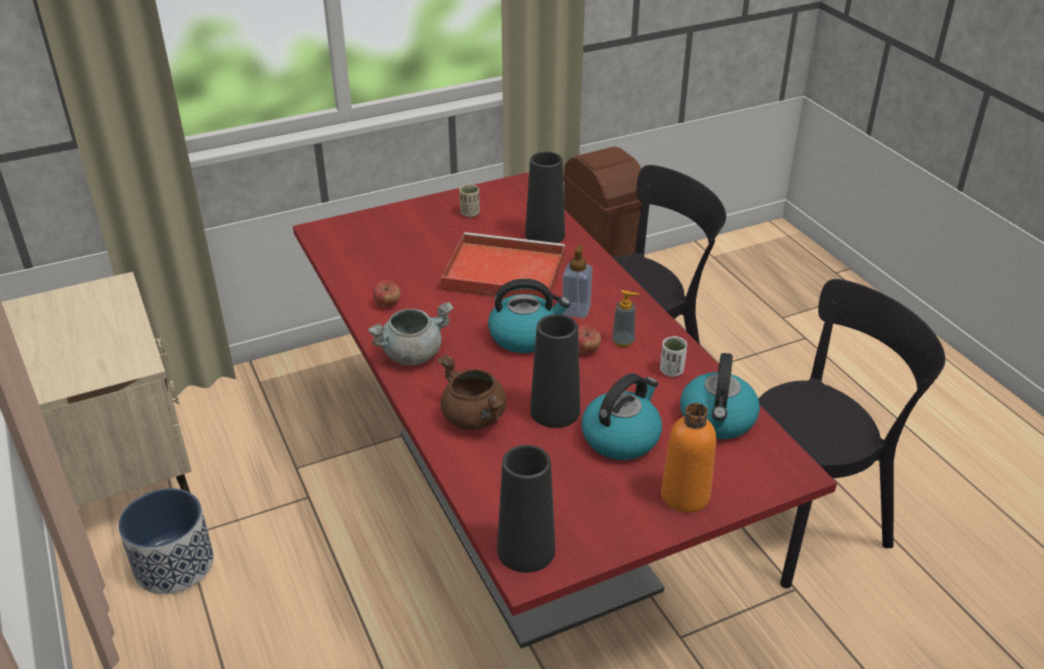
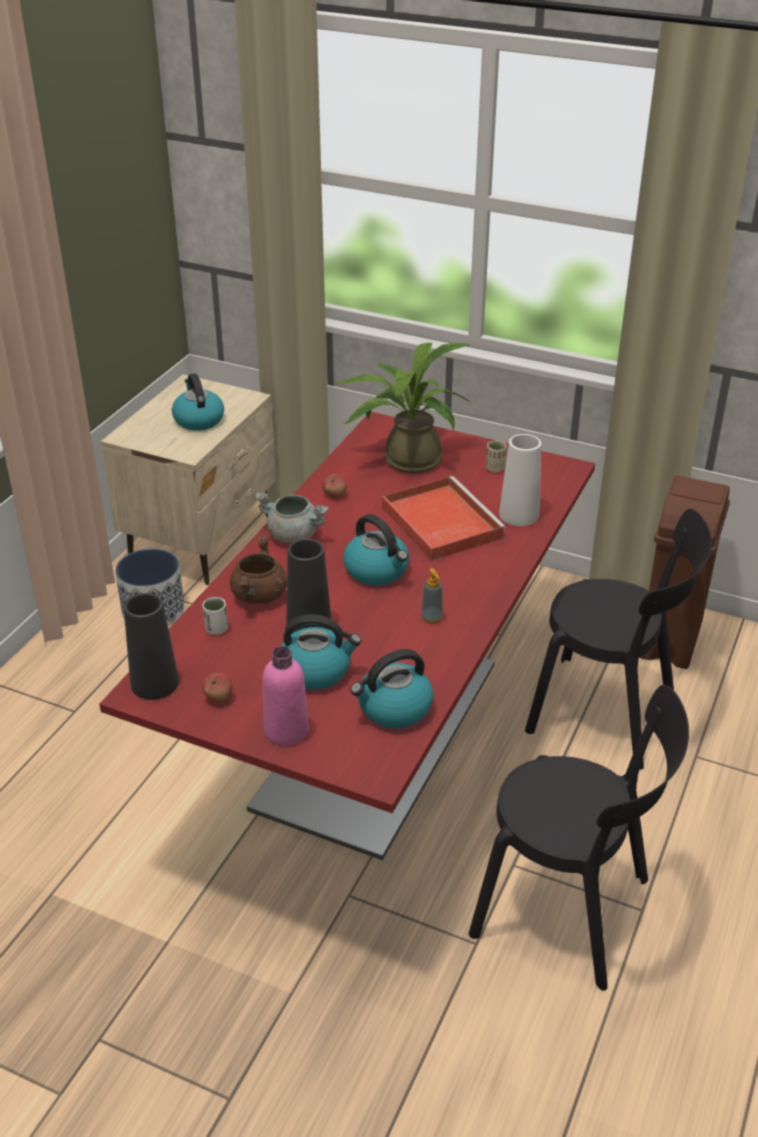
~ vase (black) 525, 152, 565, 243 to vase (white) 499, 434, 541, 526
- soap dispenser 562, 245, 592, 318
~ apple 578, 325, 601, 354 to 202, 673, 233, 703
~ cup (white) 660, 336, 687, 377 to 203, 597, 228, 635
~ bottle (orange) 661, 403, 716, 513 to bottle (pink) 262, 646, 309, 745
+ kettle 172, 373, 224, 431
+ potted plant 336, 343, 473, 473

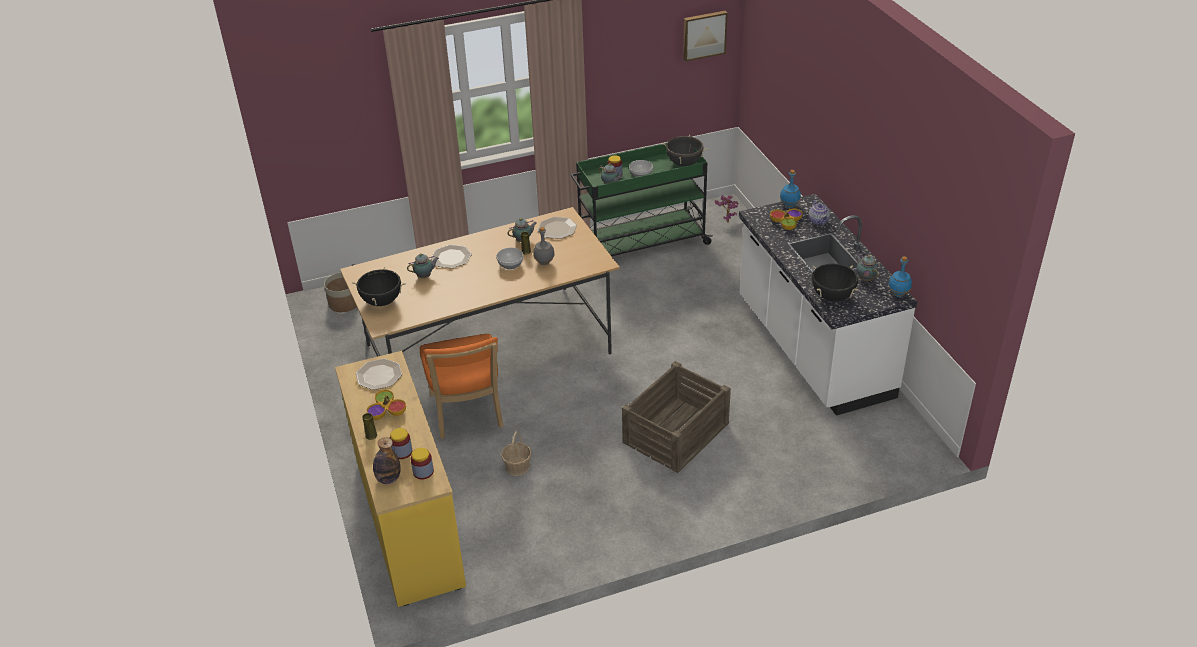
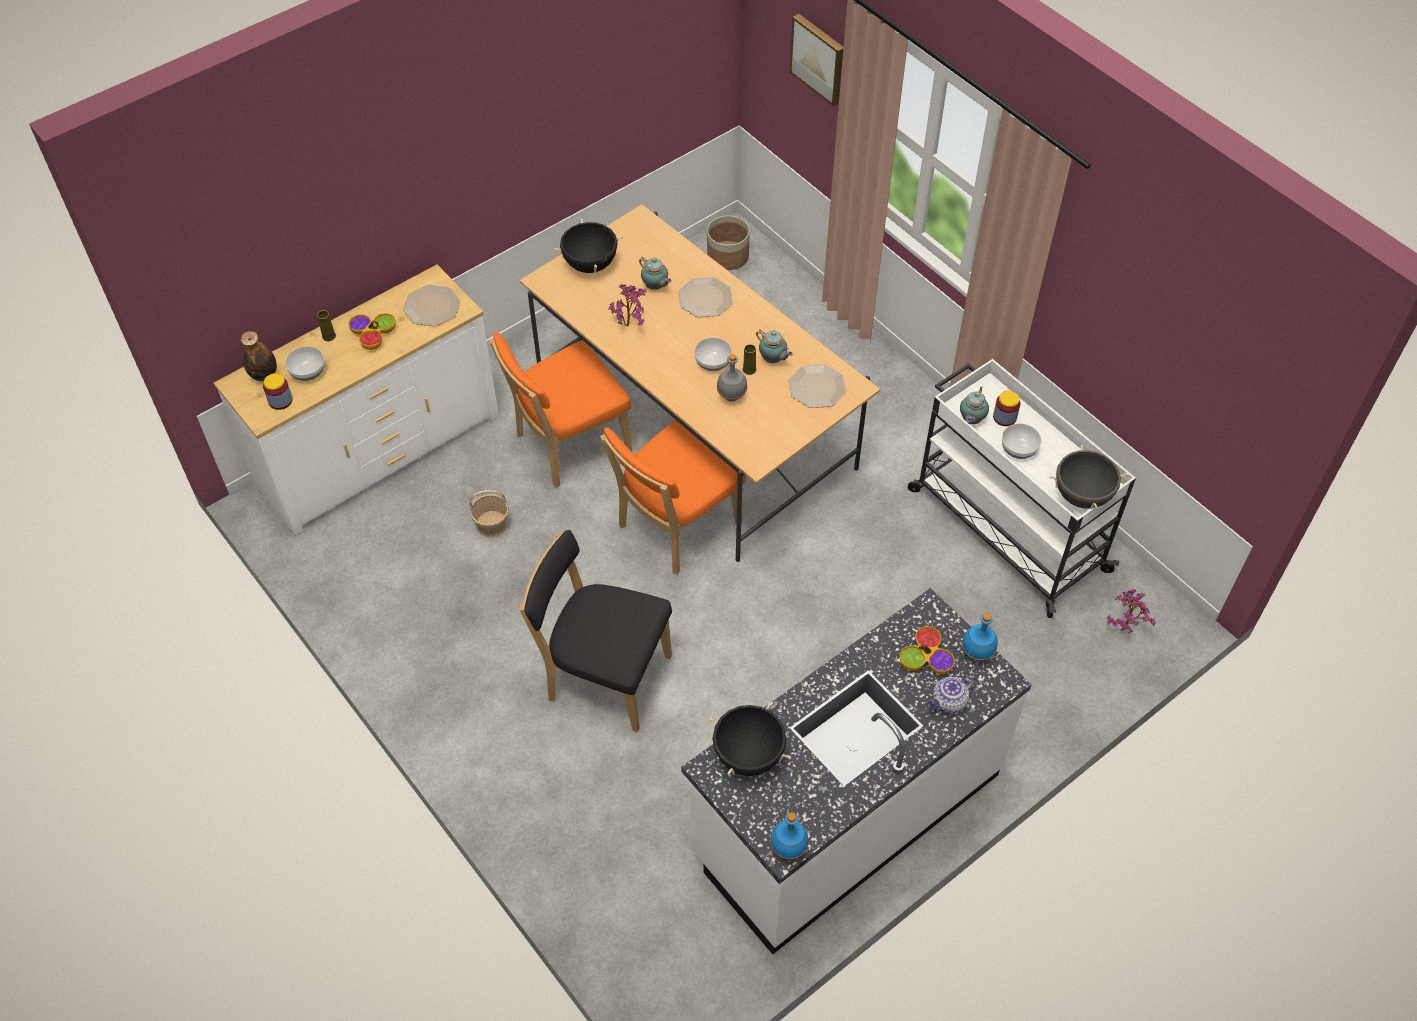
~ dresser (yellow) 335, 351, 466, 607 to dresser (white) 214, 265, 499, 536
~ jar 390, 428, 412, 459 to bowl 285, 346, 325, 381
~ cart (green) 571, 143, 713, 256 to cart (white) 908, 359, 1136, 618
~ crate 622, 361, 731, 473 to chair (black) 519, 530, 672, 732
~ picture 683, 11, 727, 62 to 790, 14, 843, 106
- teapot 856, 255, 879, 281
+ chair (orange) 600, 420, 746, 575
+ potted plant 608, 284, 647, 326

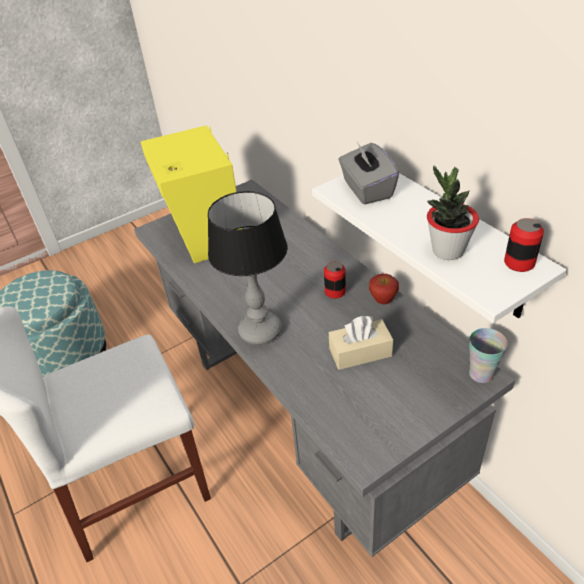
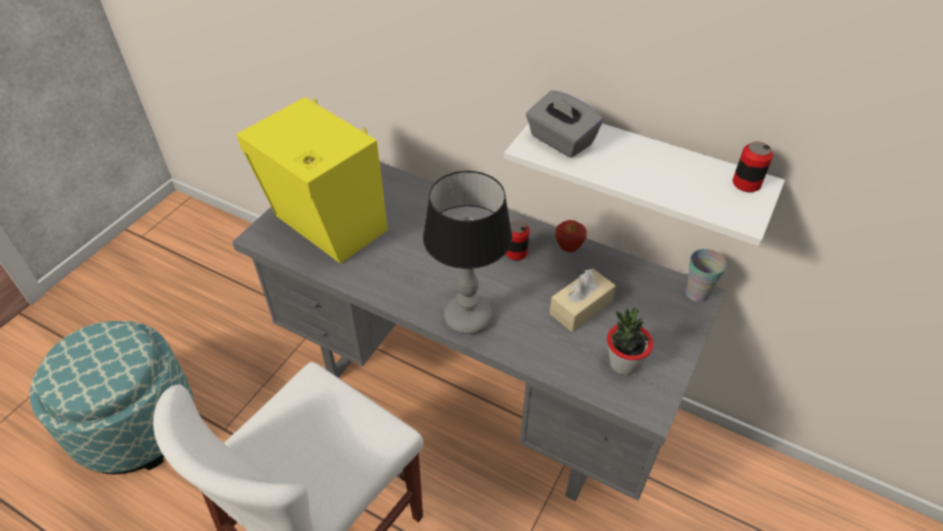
~ potted plant 427, 166, 479, 260 to 607, 307, 654, 375

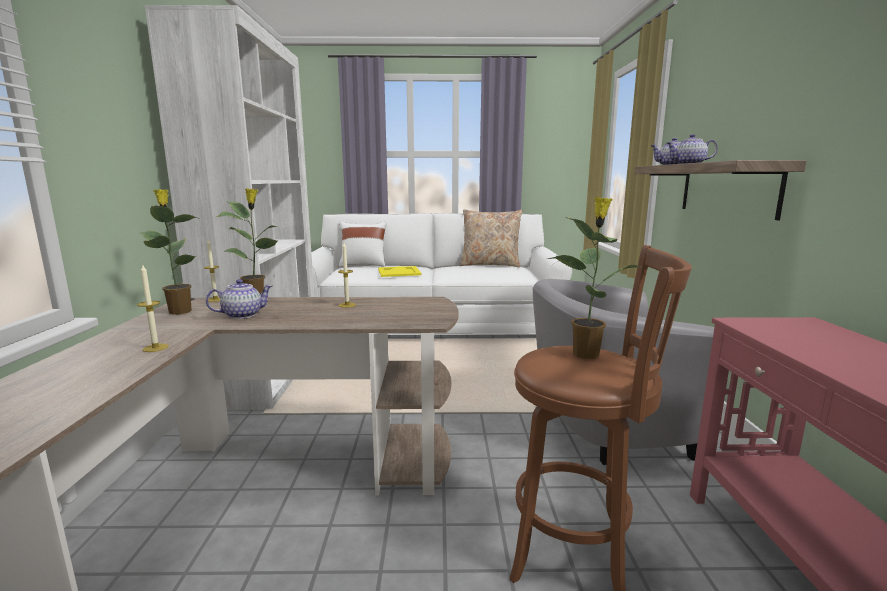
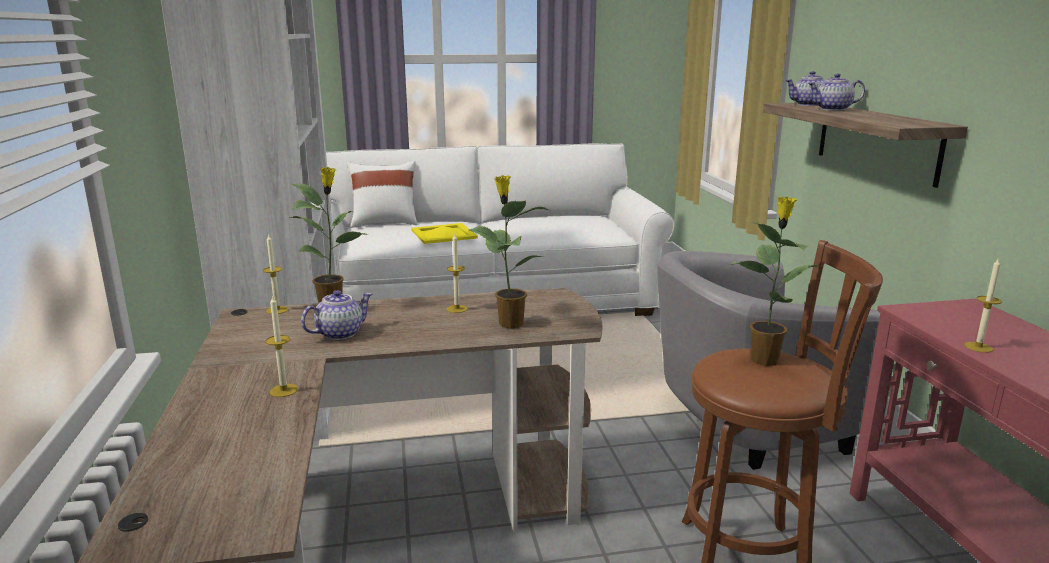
~ potted plant 140, 189, 201, 315 to 469, 175, 549, 329
- pillow (beige) 460, 209, 522, 267
+ candle 964, 257, 1002, 353

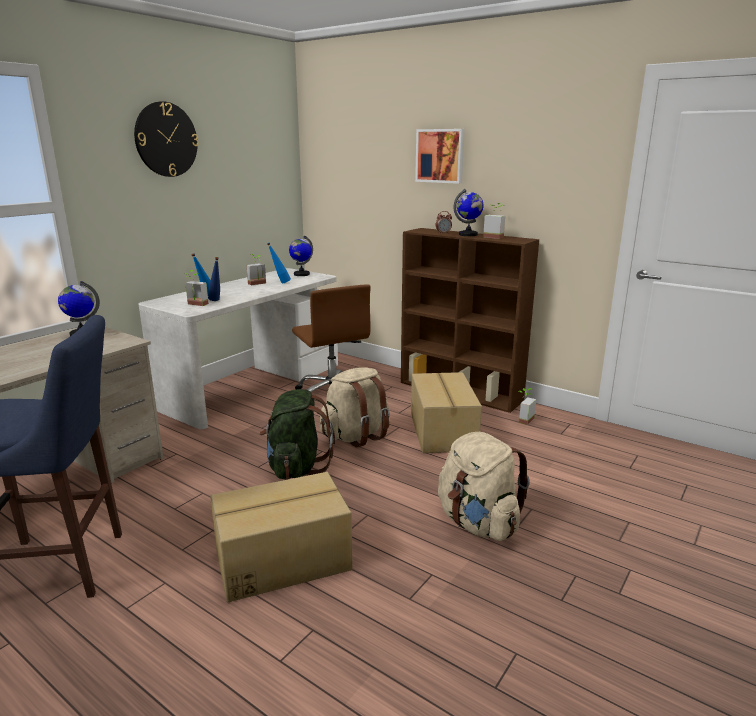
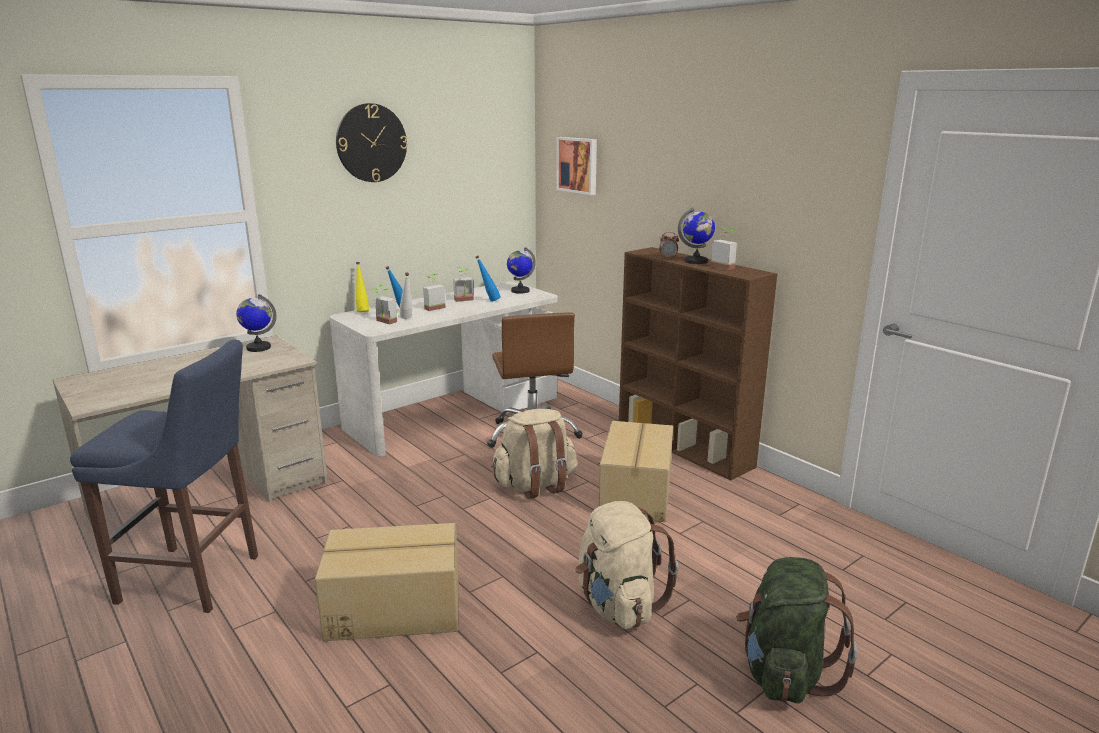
~ bottle (blue) 208, 257, 220, 301 to bottle (white) 400, 273, 412, 319
~ backpack (green) 259, 389, 335, 479 to 736, 557, 857, 703
~ picture 415, 129, 465, 184 to 556, 137, 597, 195
~ potted plant 519, 388, 536, 425 to 423, 273, 446, 311
+ bottle (yellow) 356, 262, 369, 312

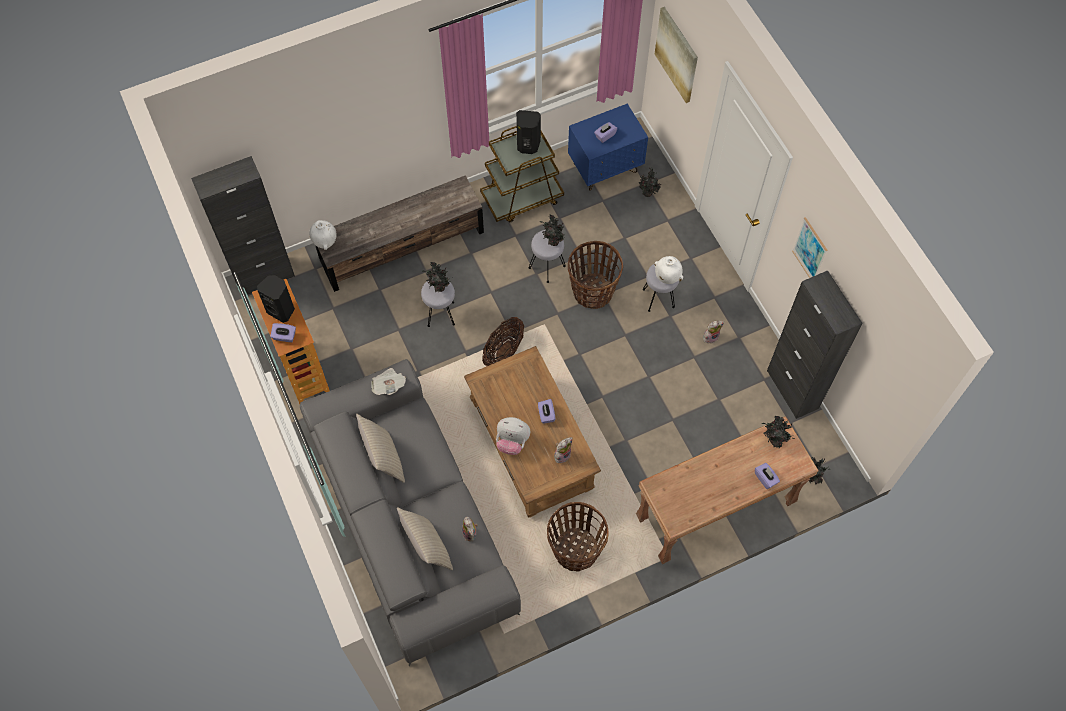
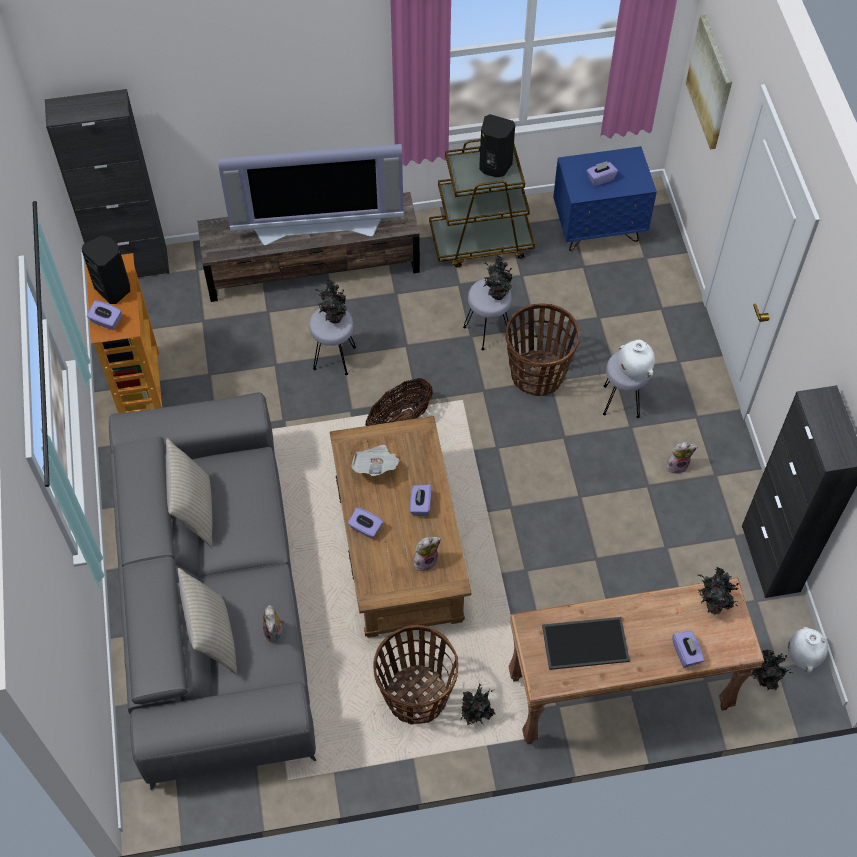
~ vase (white) 310, 220, 336, 250 to 788, 627, 828, 673
~ newspaper 371, 368, 406, 395 to 351, 445, 400, 476
~ plush toy 496, 417, 530, 455 to tissue box (purple) 348, 507, 383, 539
~ potted plant 639, 167, 661, 197 to 460, 683, 495, 725
- picture 792, 217, 827, 278
+ television 218, 144, 404, 246
+ tray 542, 617, 630, 670

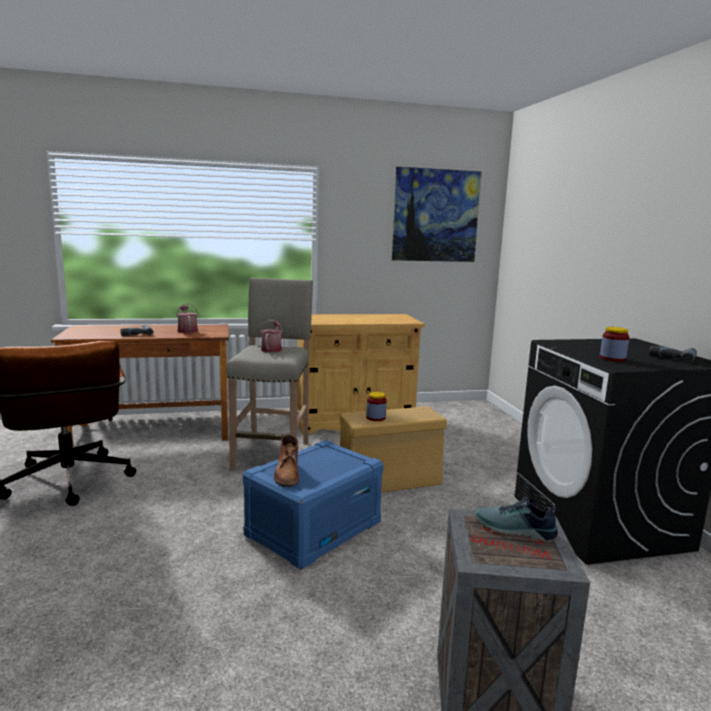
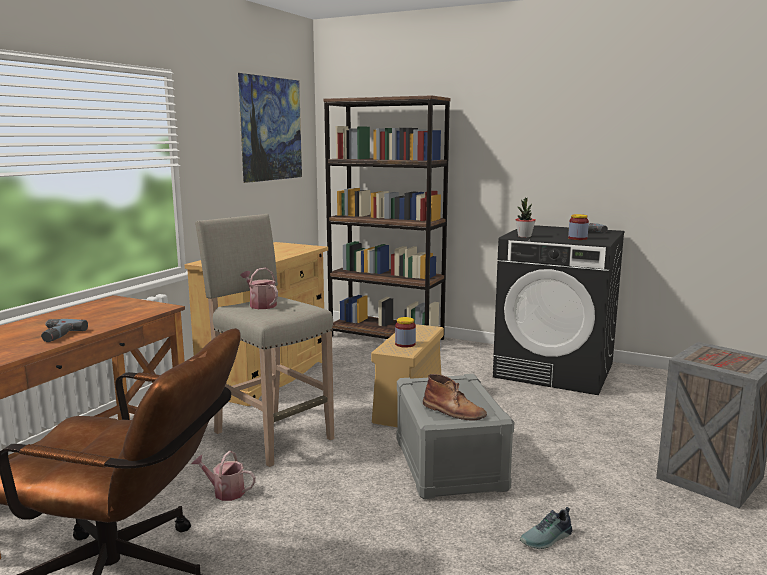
~ watering can 176, 304, 198, 333 to 191, 451, 256, 501
~ storage box (blue) 243, 440, 383, 570 to storage box (grey) 397, 374, 514, 499
~ shoe 476, 497, 558, 540 to 520, 507, 572, 549
+ bookcase (brown) 323, 95, 451, 340
+ potted plant 515, 197, 536, 238

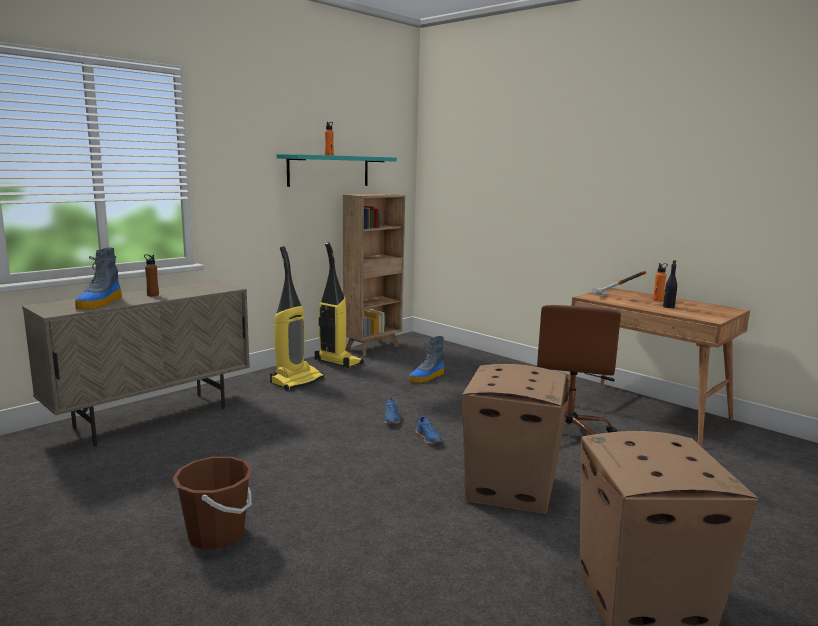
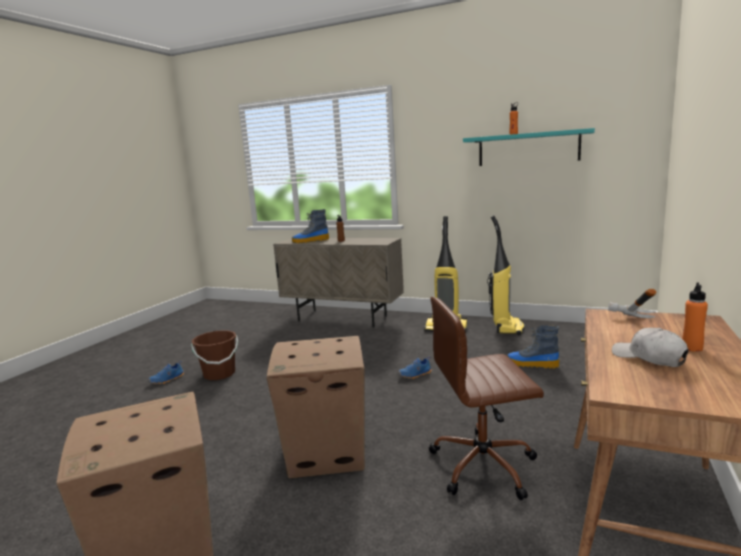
- bookcase (brown) 343, 194, 405, 356
~ shoe (blue) 416, 414, 441, 444 to 148, 361, 184, 384
~ bottle (black) 663, 260, 677, 308 to cap (white) 612, 328, 689, 367

